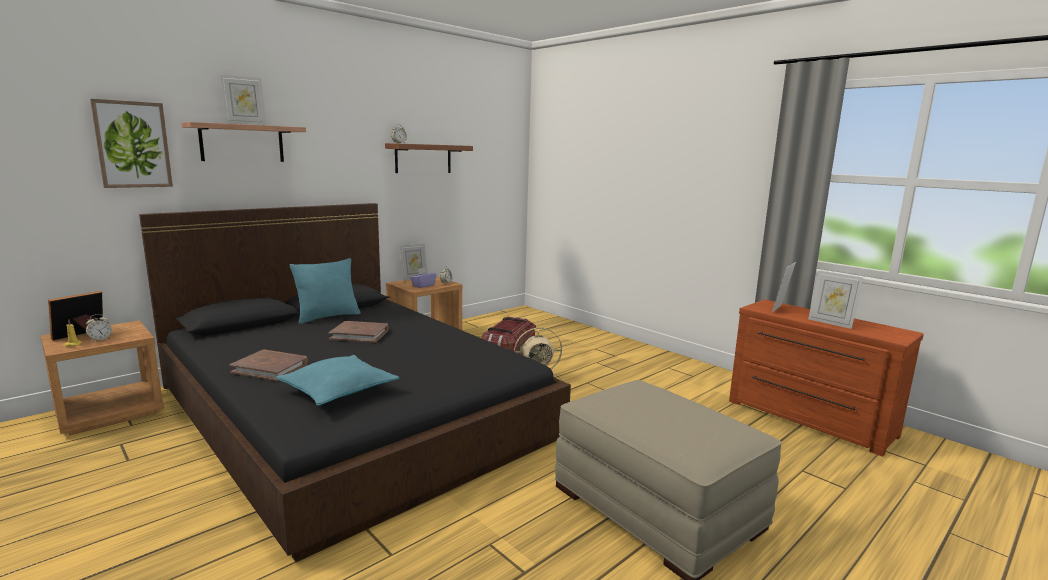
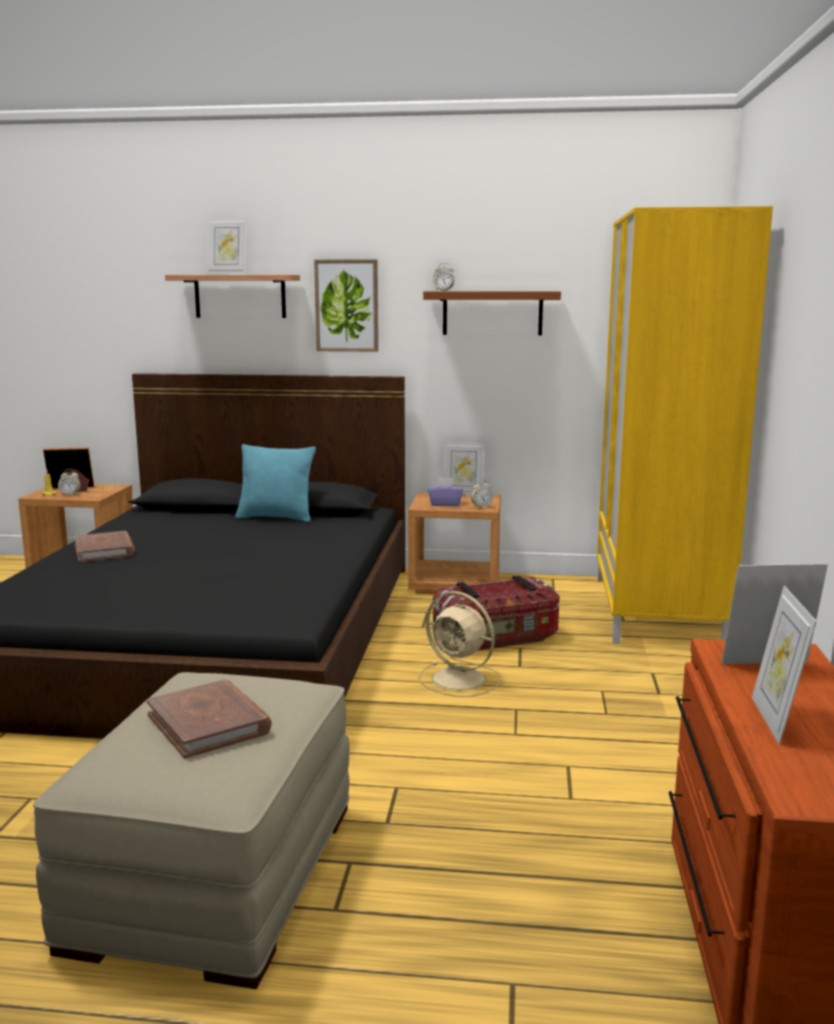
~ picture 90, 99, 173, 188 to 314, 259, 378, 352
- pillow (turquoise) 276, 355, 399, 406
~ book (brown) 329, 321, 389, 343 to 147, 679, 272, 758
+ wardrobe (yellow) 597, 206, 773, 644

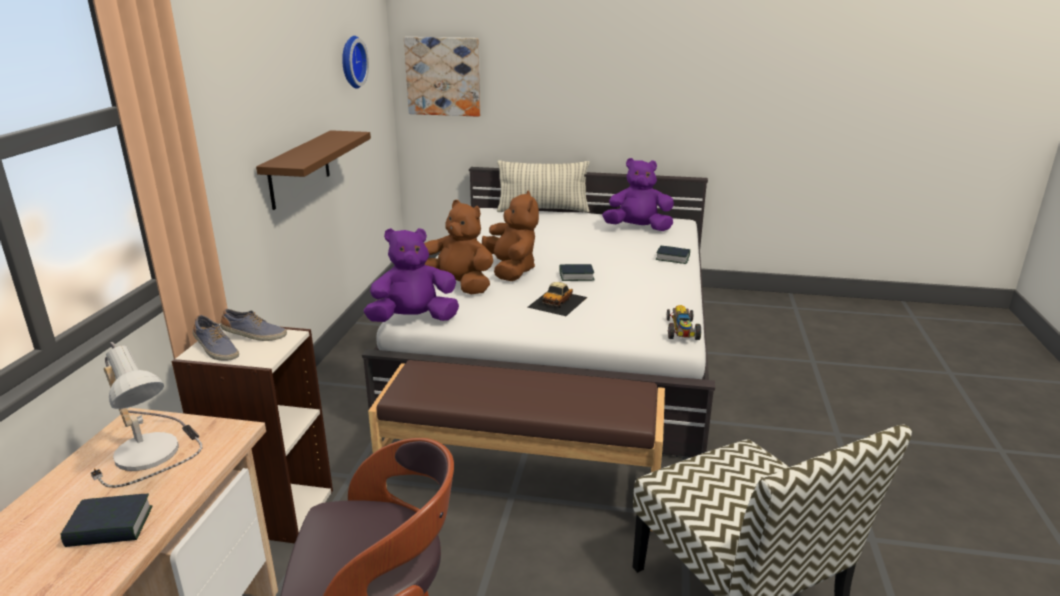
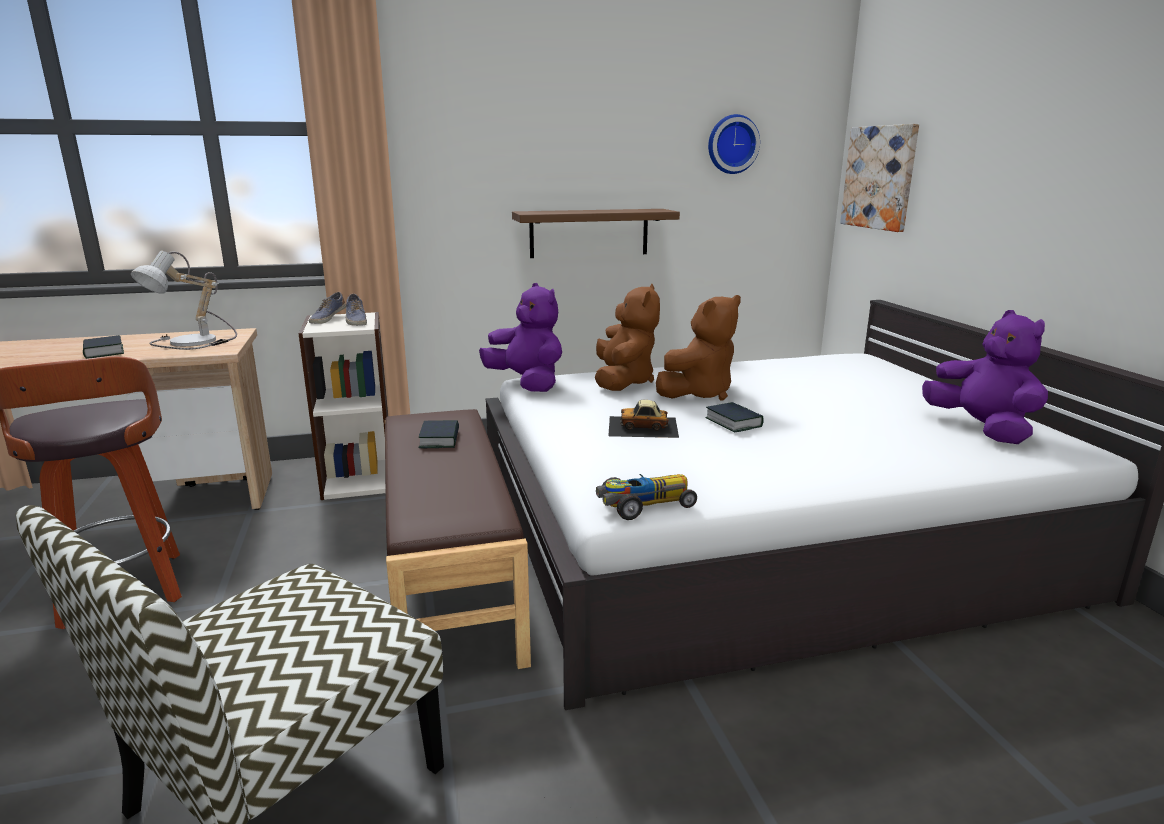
- pillow 497, 160, 590, 213
~ book 656, 246, 690, 264 to 418, 420, 459, 448

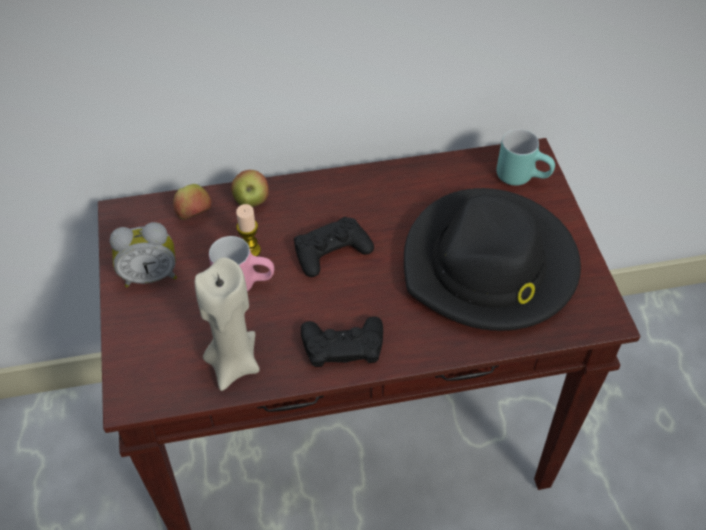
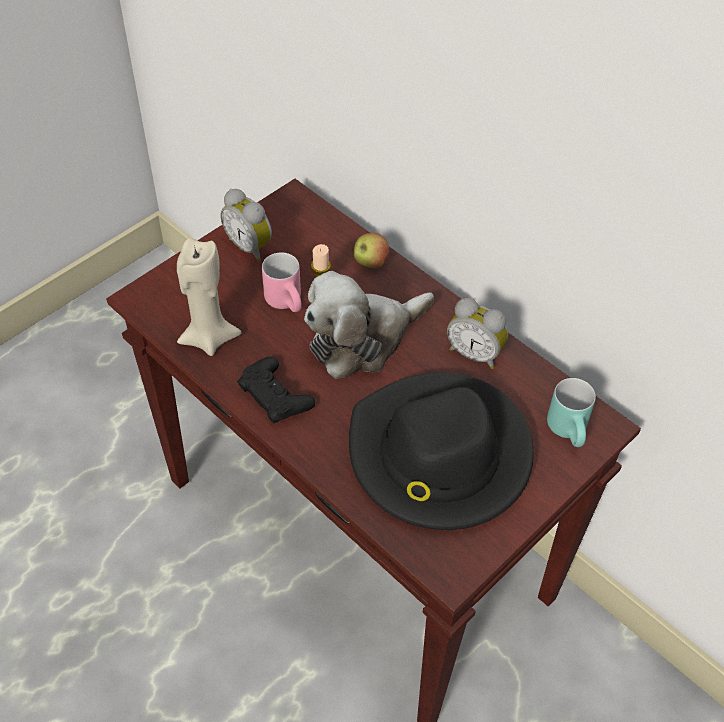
- apple 173, 184, 211, 220
~ game controller (black) 294, 217, 374, 277 to plush toy 304, 271, 434, 379
+ alarm clock 447, 298, 508, 369

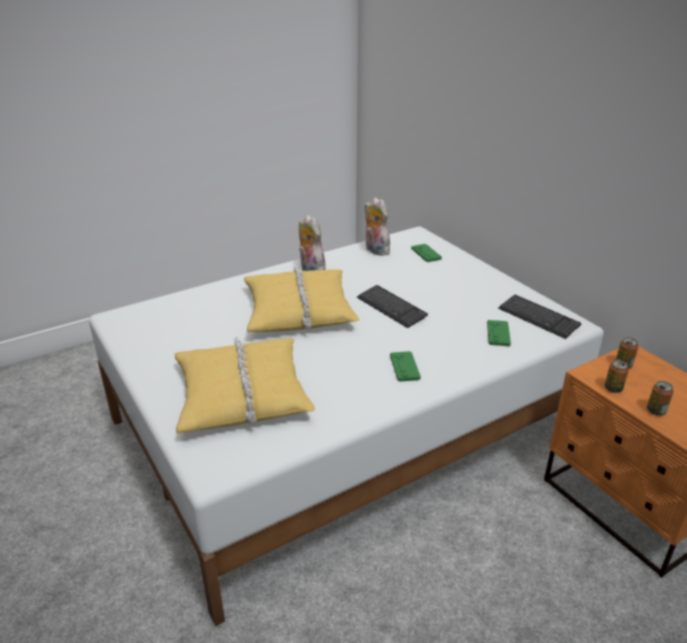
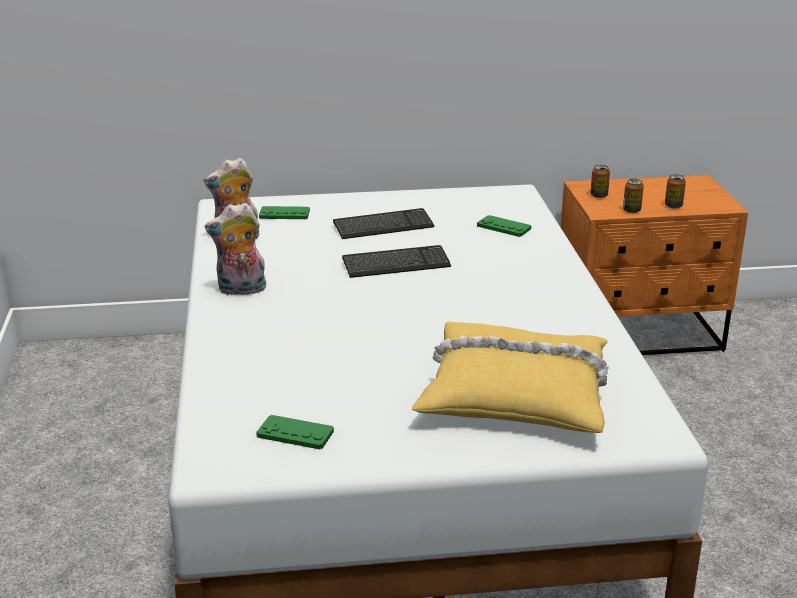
- pillow (yellow) 244, 264, 359, 332
~ game controller (green) 390, 351, 421, 382 to 256, 415, 334, 449
~ keyboard 498, 295, 582, 339 to 333, 208, 435, 239

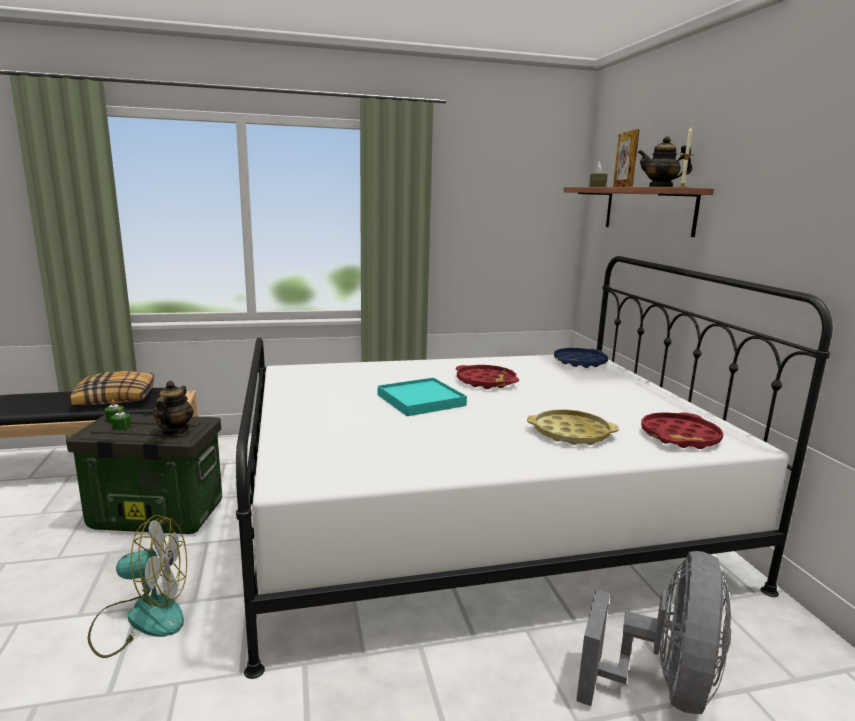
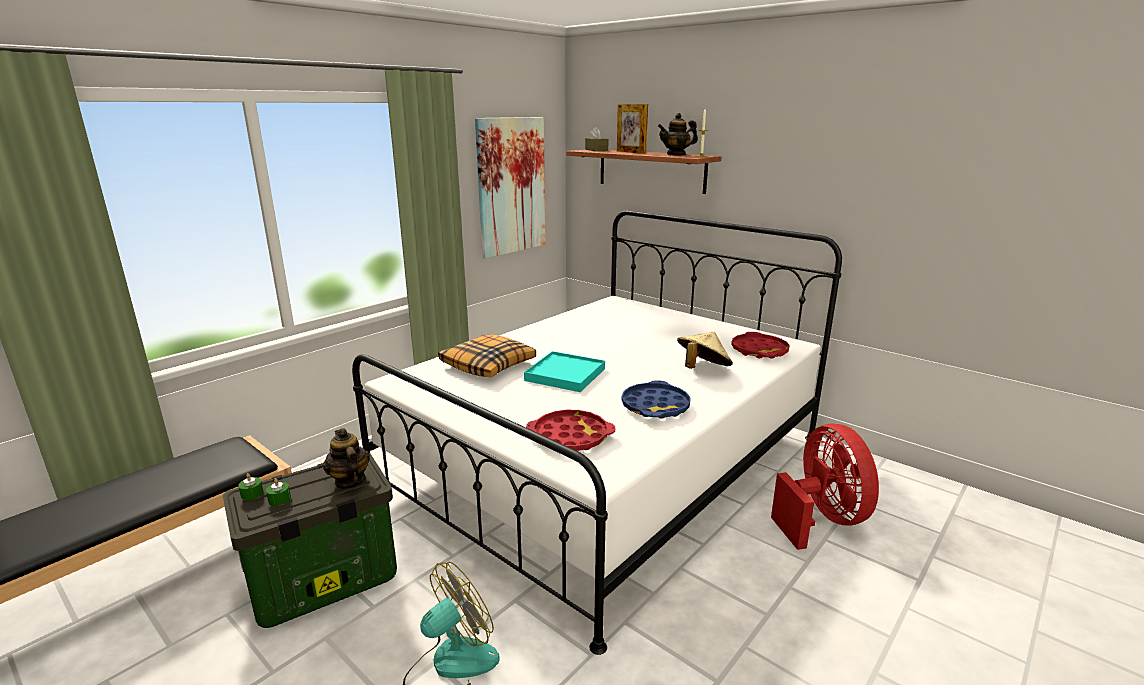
~ pillow 70, 371, 154, 405 to 438, 334, 536, 377
~ tray (red) 456, 365, 519, 389 to 526, 410, 615, 451
~ tray (yellow) 527, 409, 619, 445 to hat (beige) 677, 332, 733, 369
~ tray (blue) 554, 348, 608, 368 to 621, 380, 691, 419
~ fan (grey) 576, 551, 731, 714 to fan (red) 771, 424, 879, 550
+ picture 475, 117, 546, 258

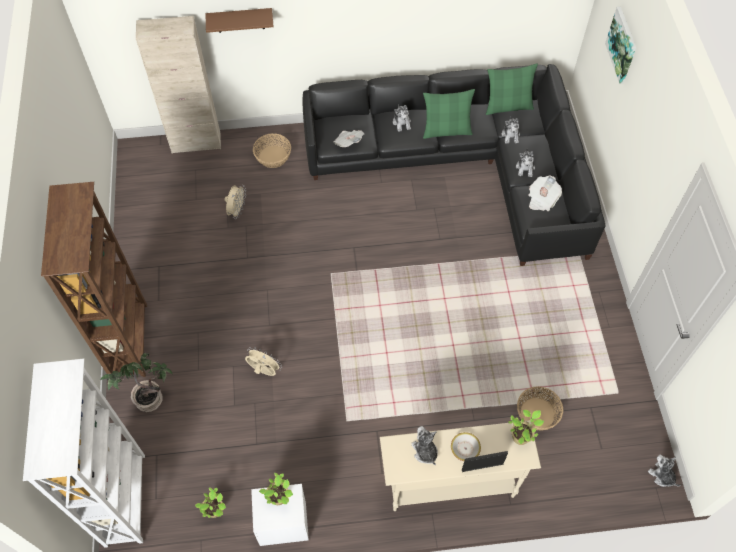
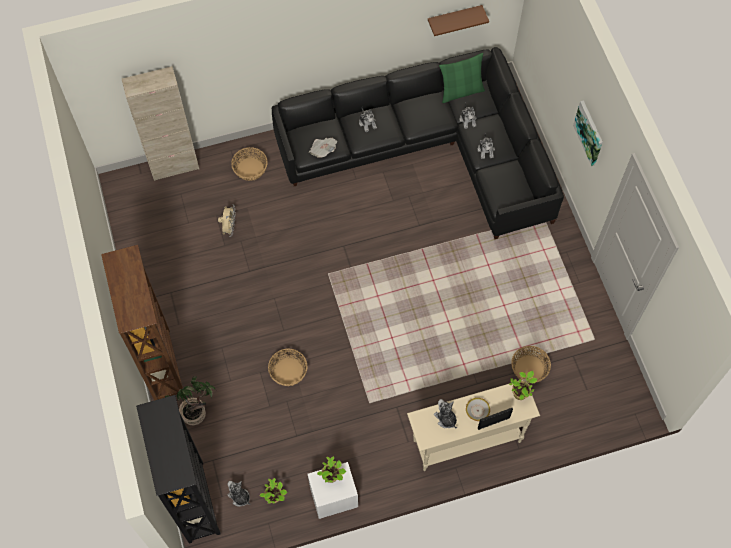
~ bookcase (white) 23, 359, 145, 548 to bookcase (black) 136, 395, 221, 544
~ shelf (brown) 205, 8, 274, 33 to 428, 5, 489, 36
~ fan (beige) 245, 347, 282, 376 to basket 268, 348, 307, 386
- pillow (green) 423, 89, 475, 139
- newspaper 528, 176, 562, 211
~ picture 605, 7, 636, 84 to 573, 100, 603, 166
~ plush toy 648, 455, 681, 487 to 227, 481, 250, 506

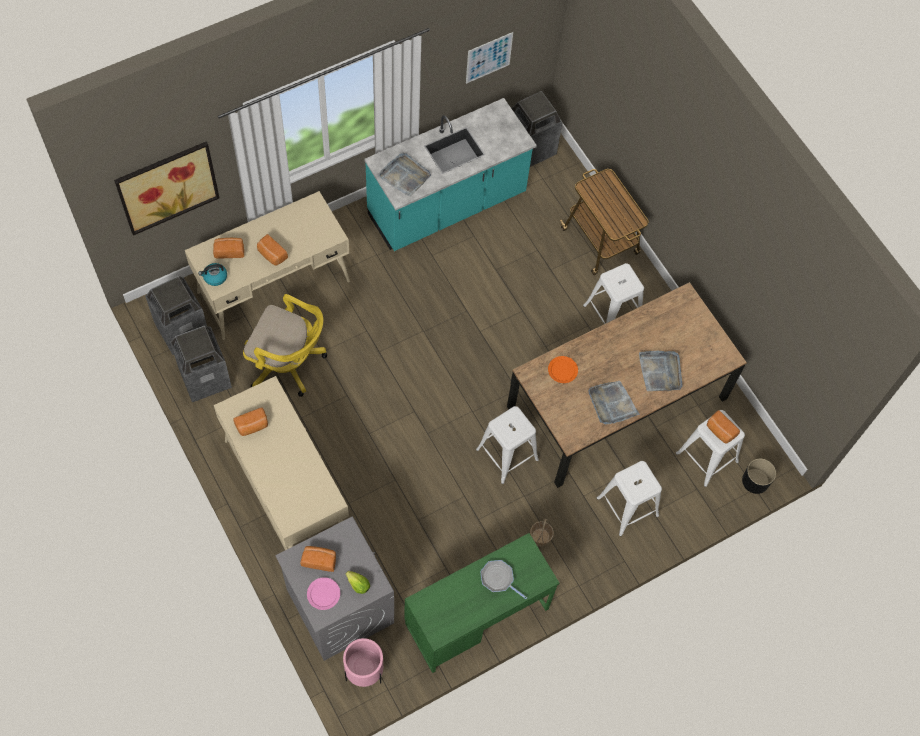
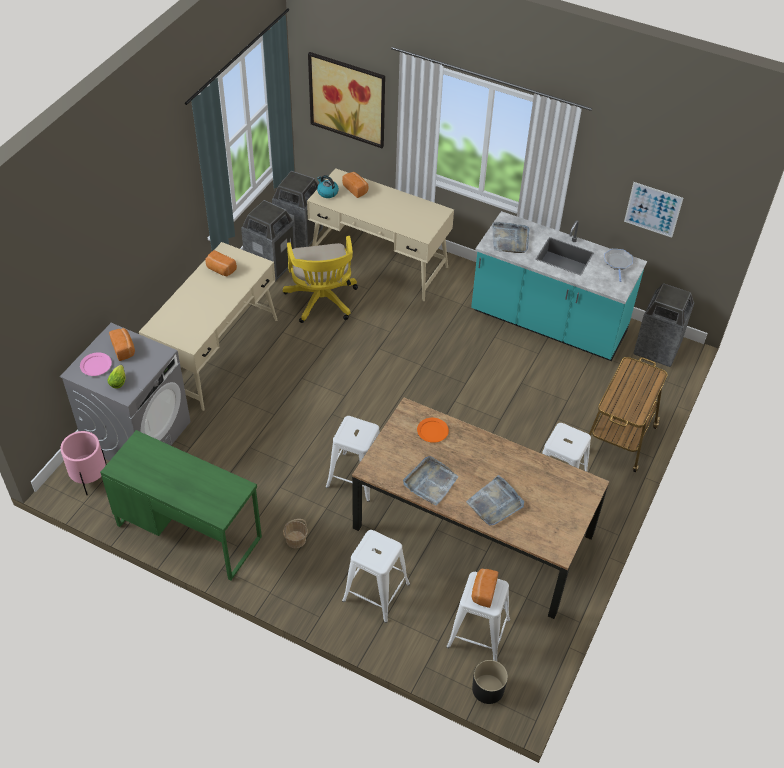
- bread 257, 234, 288, 266
~ frying pan 480, 560, 527, 599 to 604, 249, 633, 282

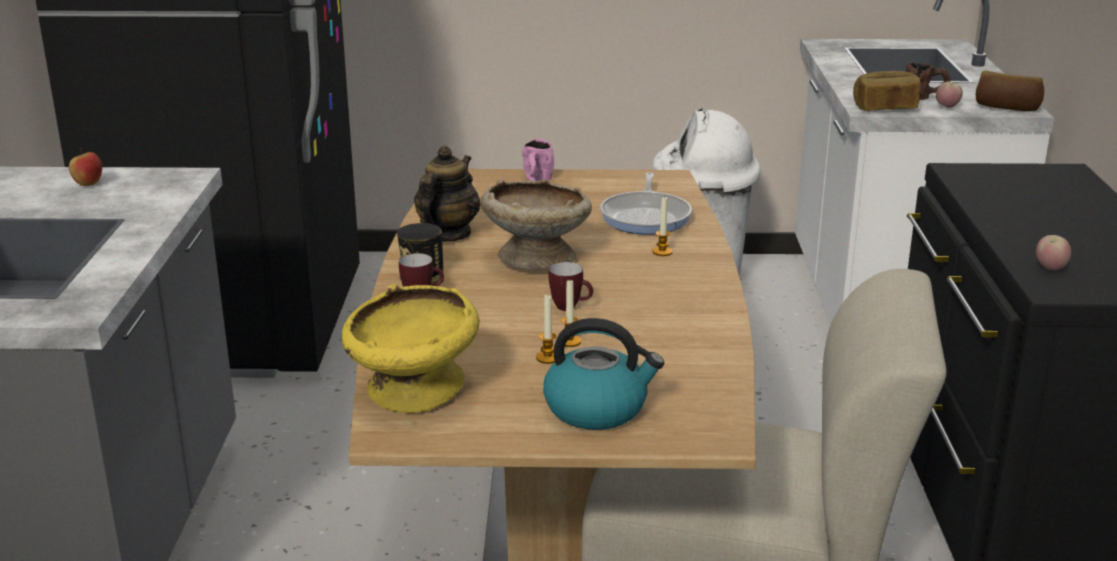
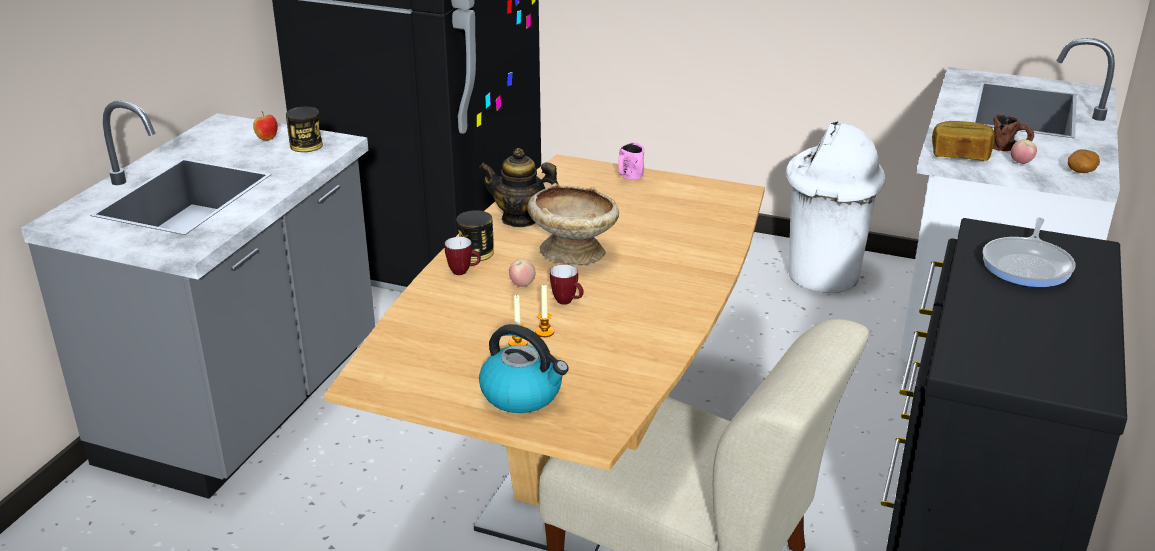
- bowl (yellow) 341, 284, 480, 413
~ teapot 414, 146, 480, 242 = 479, 148, 559, 227 120 degrees counterclockwise
~ frying pan 600, 172, 692, 235 to 983, 217, 1075, 287
- candle 652, 196, 673, 256
~ bread 976, 71, 1044, 111 to potato 1068, 149, 1100, 173
~ apple 1036, 235, 1071, 271 to 509, 258, 535, 287
+ can 286, 107, 323, 152

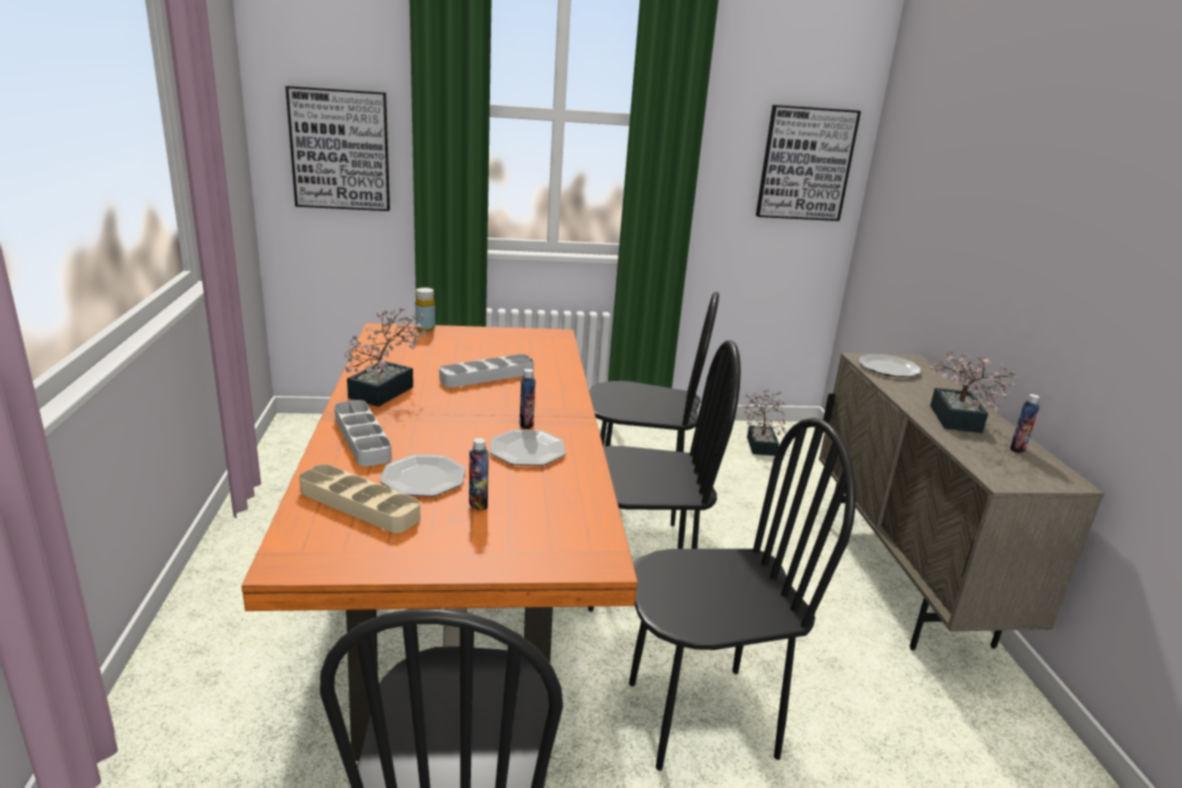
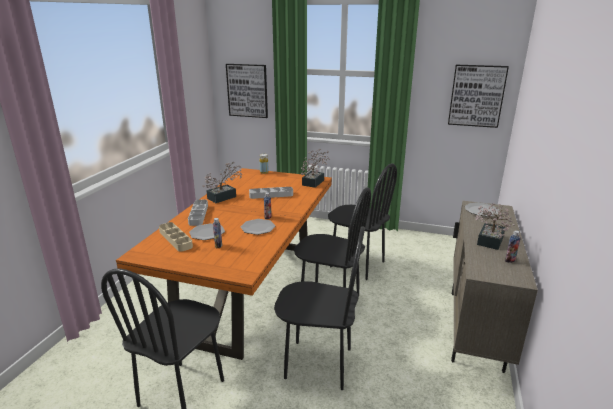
~ potted plant 741, 389, 787, 456 to 301, 149, 329, 188

